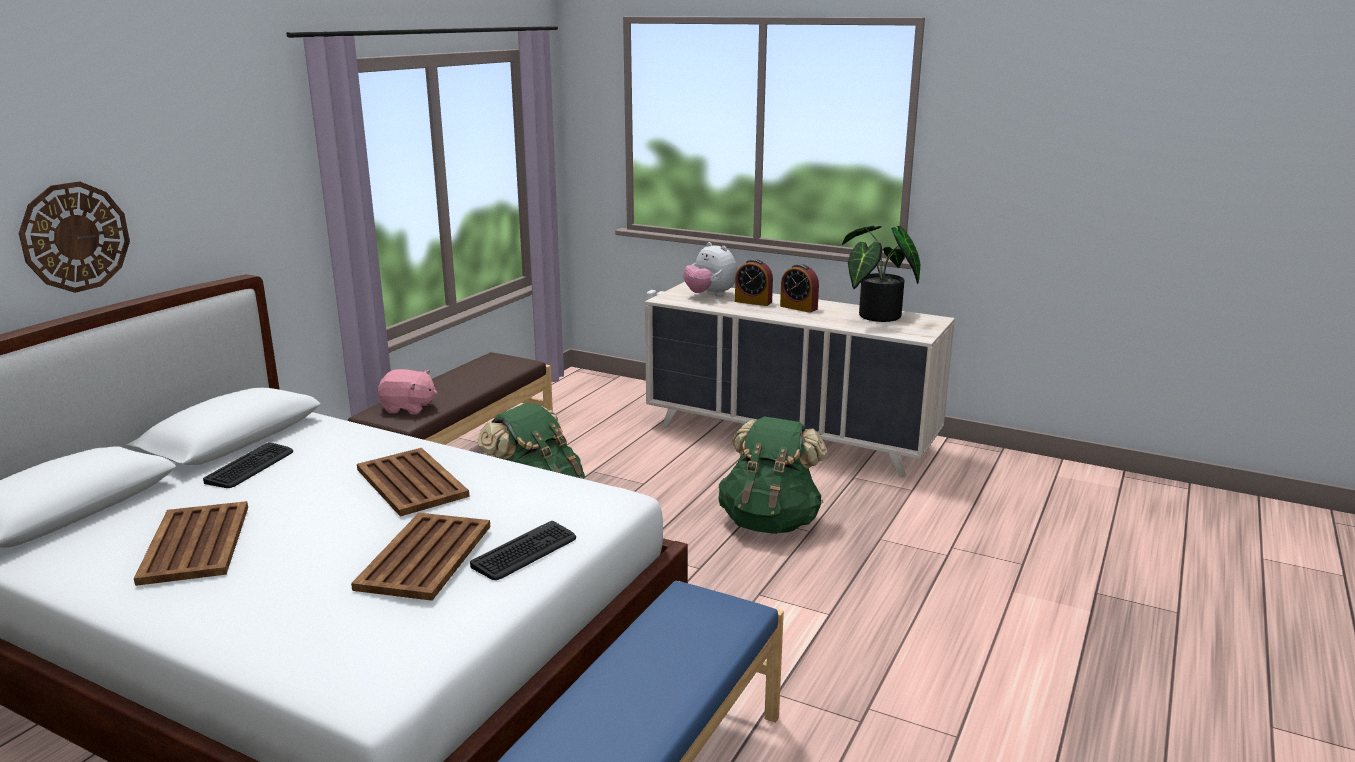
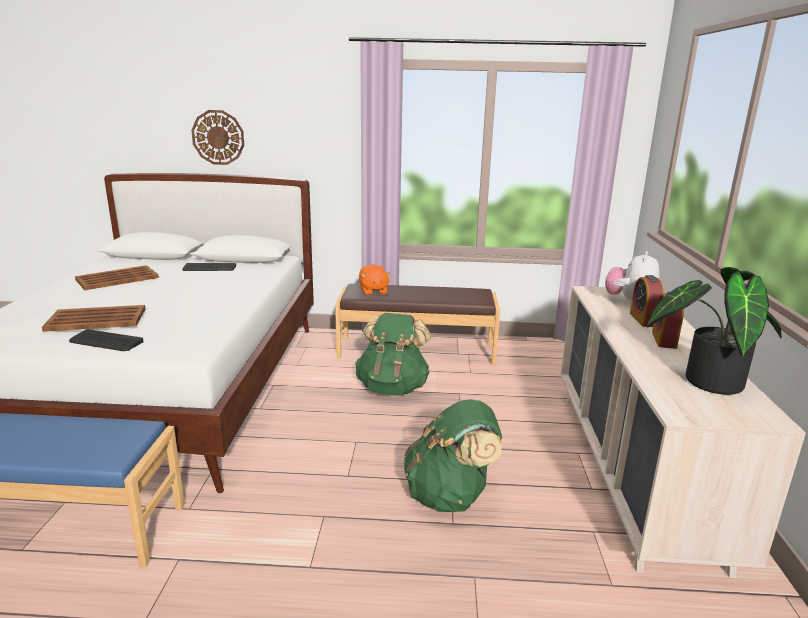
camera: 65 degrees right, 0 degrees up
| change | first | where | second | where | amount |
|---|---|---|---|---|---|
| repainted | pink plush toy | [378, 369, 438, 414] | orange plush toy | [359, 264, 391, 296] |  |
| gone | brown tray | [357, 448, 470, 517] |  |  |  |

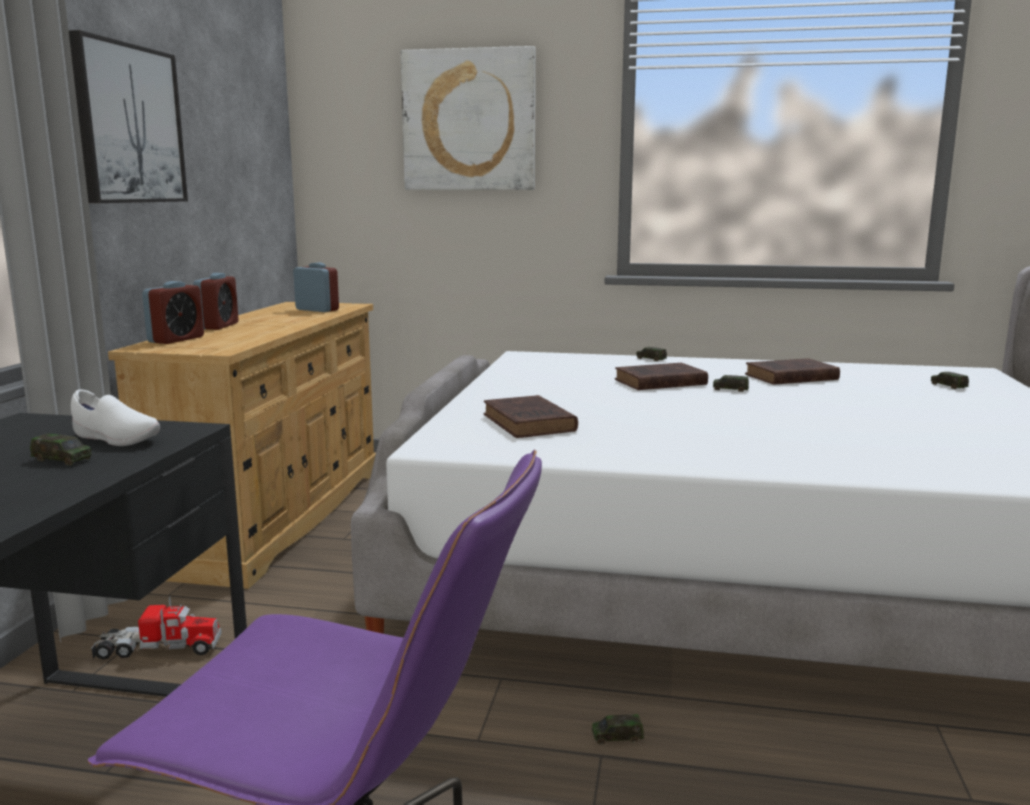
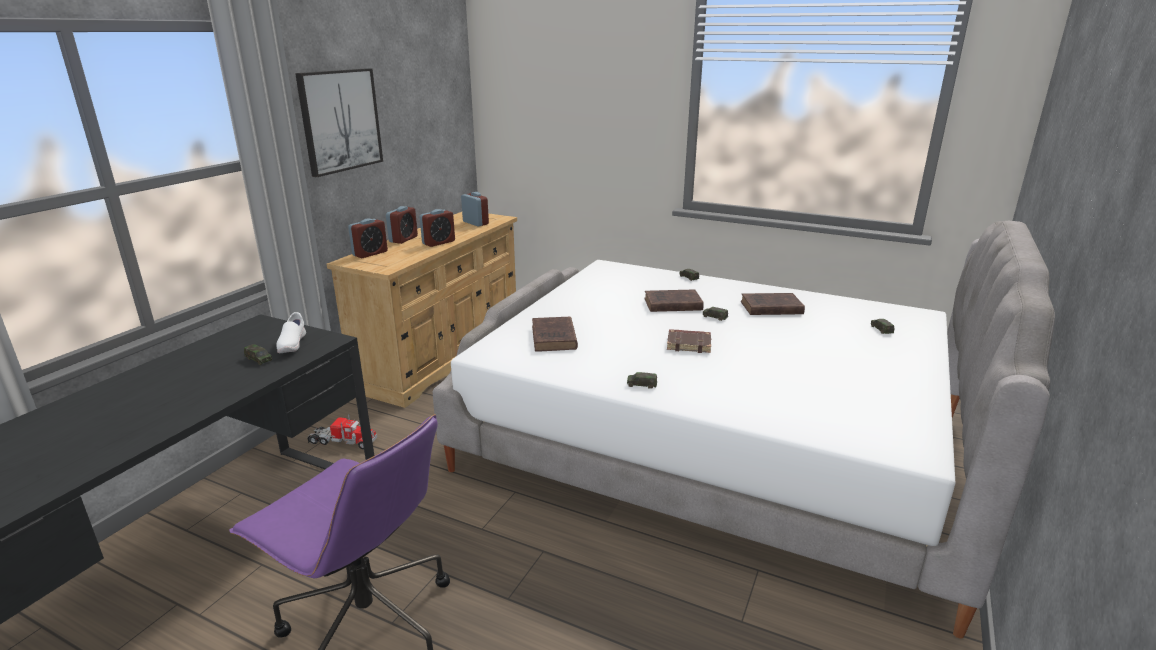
camera: 15 degrees right, 10 degrees up
| change | first | where | second | where | amount |
|---|---|---|---|---|---|
| gone | picture | [401, 46, 535, 190] |  |  |  |
| rotated | white shoe | [71, 389, 160, 446] |  | [276, 312, 306, 353] | 45 degrees clockwise |
| shifted | toy car | [592, 714, 644, 744] |  | [627, 372, 657, 389] |  |
| new |  |  | alarm clock | [420, 209, 455, 247] |  |
| new |  |  | brown book | [667, 329, 711, 353] |  |

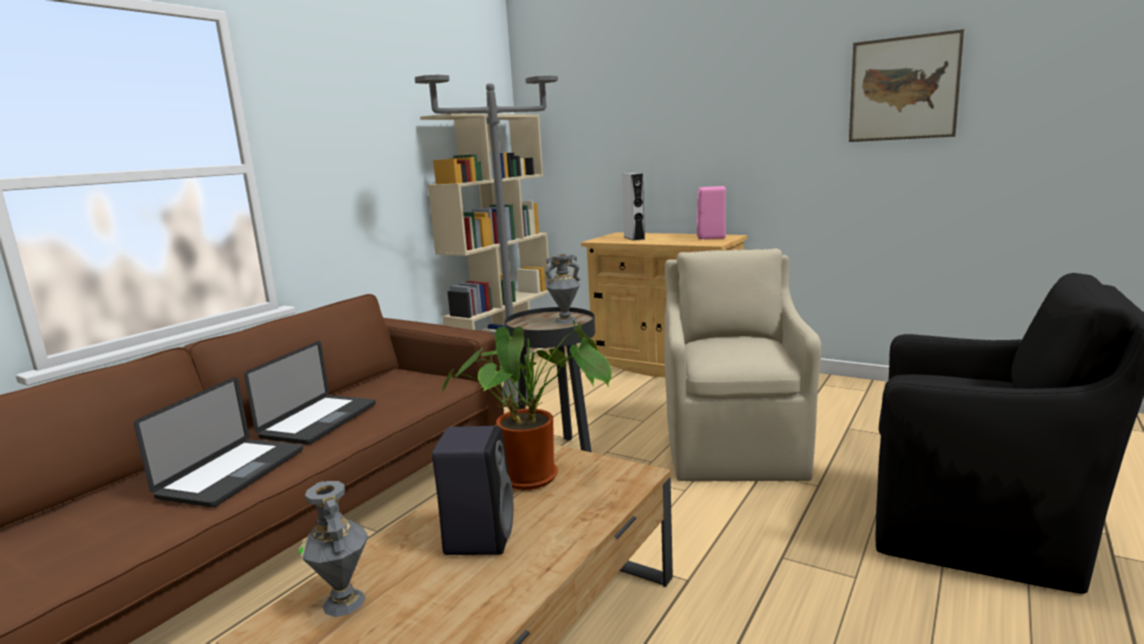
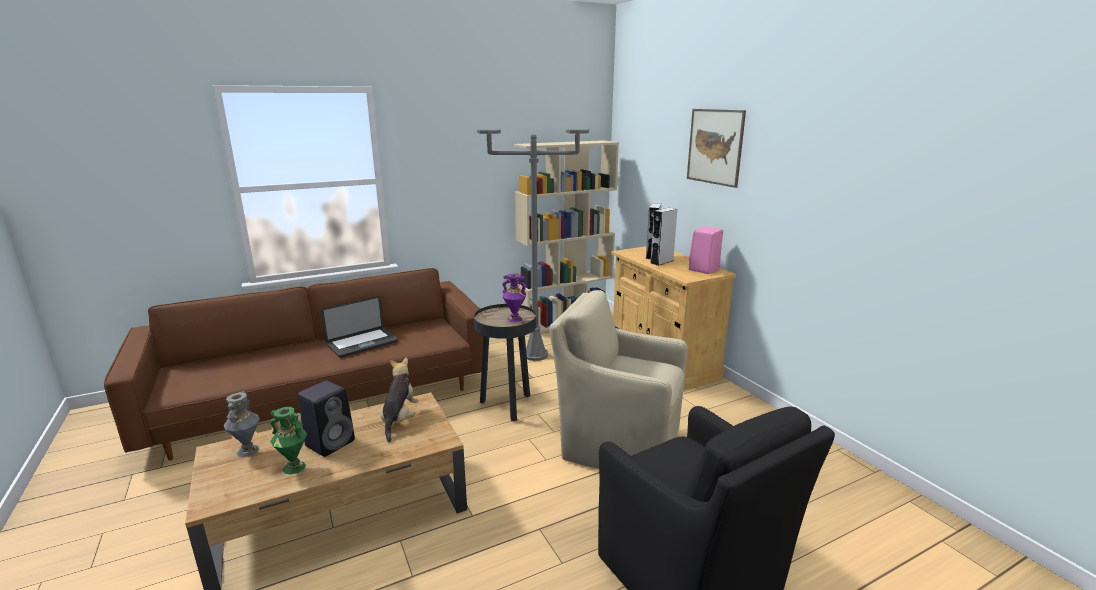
camera: 30 degrees right, 5 degrees up
| change | first | where | second | where | amount |
|---|---|---|---|---|---|
| shifted | picture | [849, 29, 964, 142] |  | [687, 109, 746, 188] |  |
| rotated | beige armchair | [664, 249, 821, 481] |  | [549, 290, 688, 469] | 105 degrees counterclockwise |
| repainted | grey vase | [544, 254, 580, 324] | purple vase | [502, 273, 527, 322] |  |
| swapped | potted plant | [442, 320, 612, 490] | plush toy | [380, 357, 419, 443] |  |
| gone | laptop | [134, 377, 303, 507] |  |  |  |
| new |  |  | grey speaker | [650, 208, 677, 266] |  |
| new |  |  | green vase | [270, 407, 307, 475] |  |

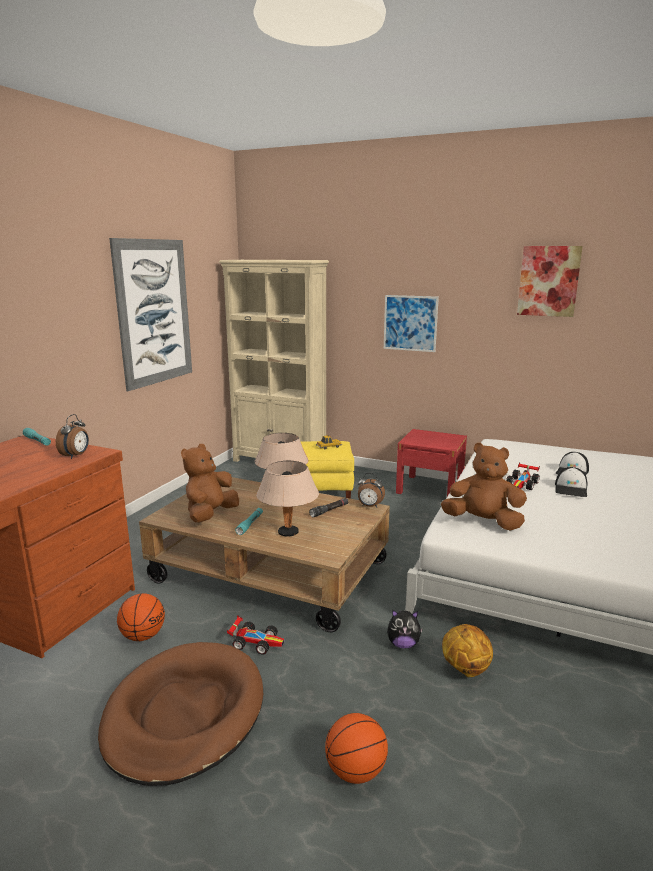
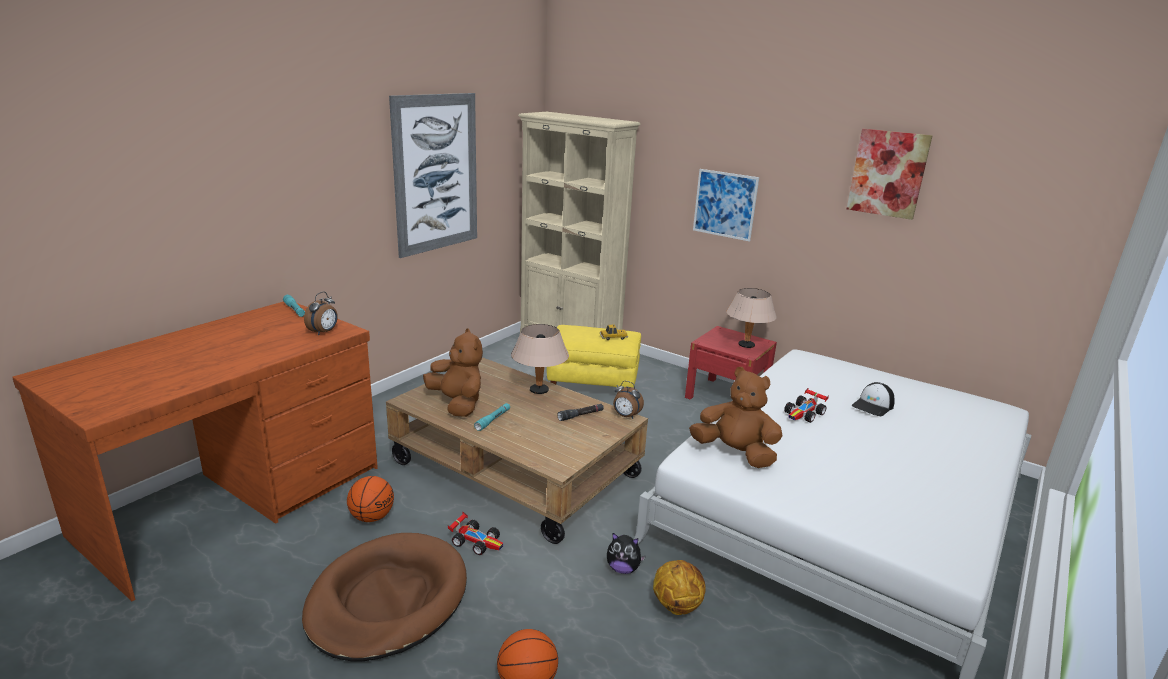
camera: 10 degrees right, 5 degrees up
| change | first | where | second | where | amount |
|---|---|---|---|---|---|
| rotated | brown plush toy | [181, 444, 239, 523] |  | [423, 328, 483, 417] | 105 degrees clockwise |
| shifted | beige table lamp | [256, 461, 319, 536] |  | [726, 288, 777, 348] |  |
| gone | cap | [555, 467, 588, 497] |  |  |  |

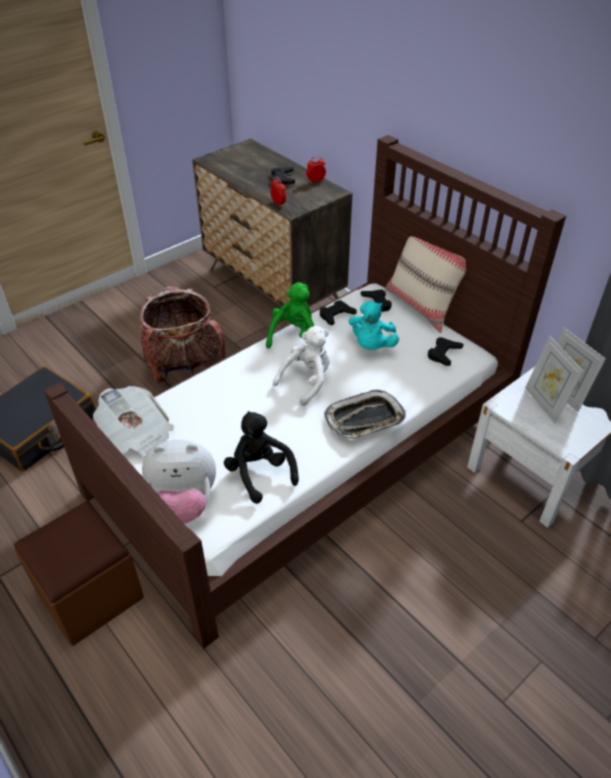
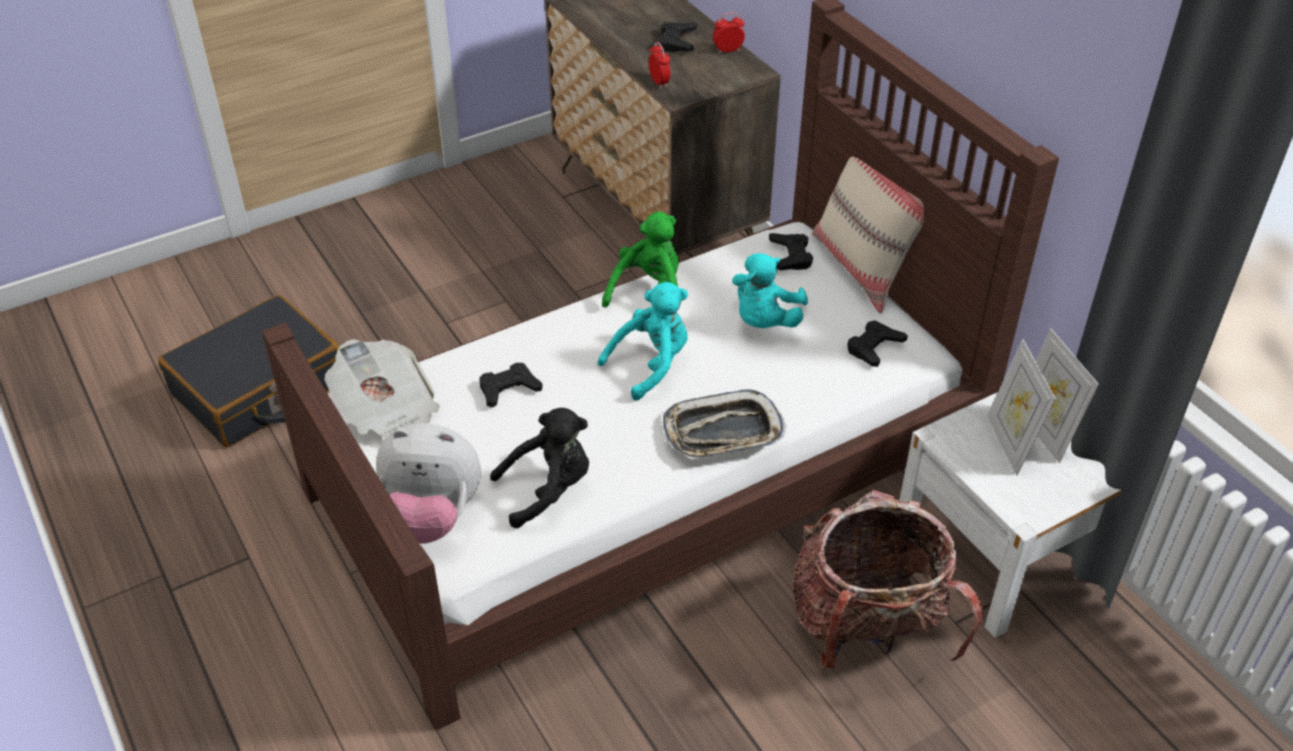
camera: 10 degrees right, 0 degrees up
| change | first | where | second | where | amount |
|---|---|---|---|---|---|
| shifted | backpack | [140, 286, 225, 383] |  | [793, 490, 983, 668] |  |
| shifted | black game controller | [320, 300, 357, 325] |  | [480, 363, 543, 408] |  |
| repainted | white plush toy | [273, 326, 330, 406] | turquoise plush toy | [597, 282, 688, 400] |  |
| rotated | black plush toy | [224, 411, 299, 504] |  | [490, 408, 589, 528] | 90 degrees clockwise |
| gone | brown ottoman | [14, 501, 144, 646] |  |  |  |

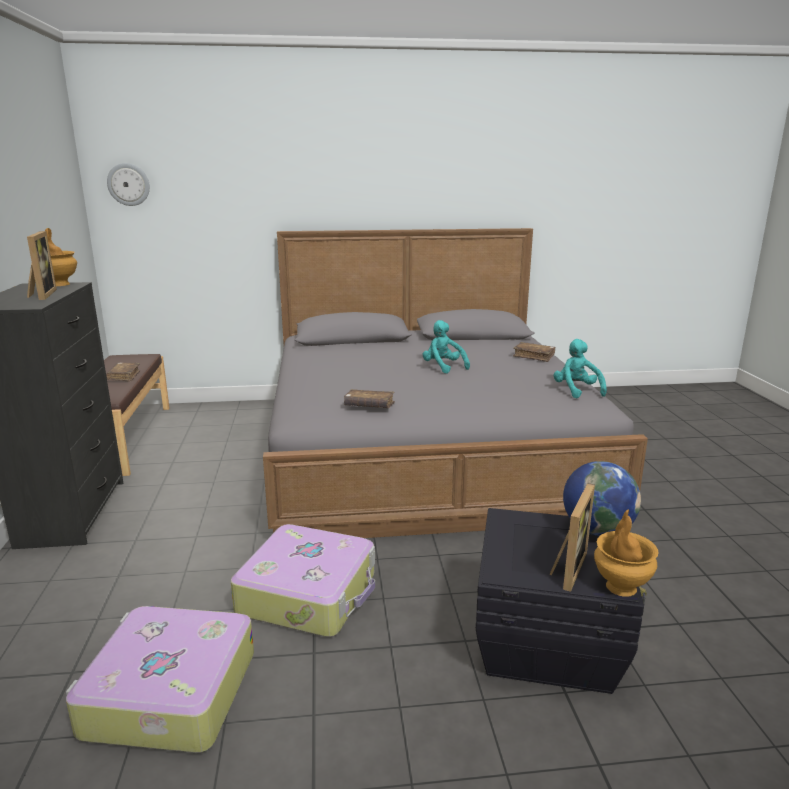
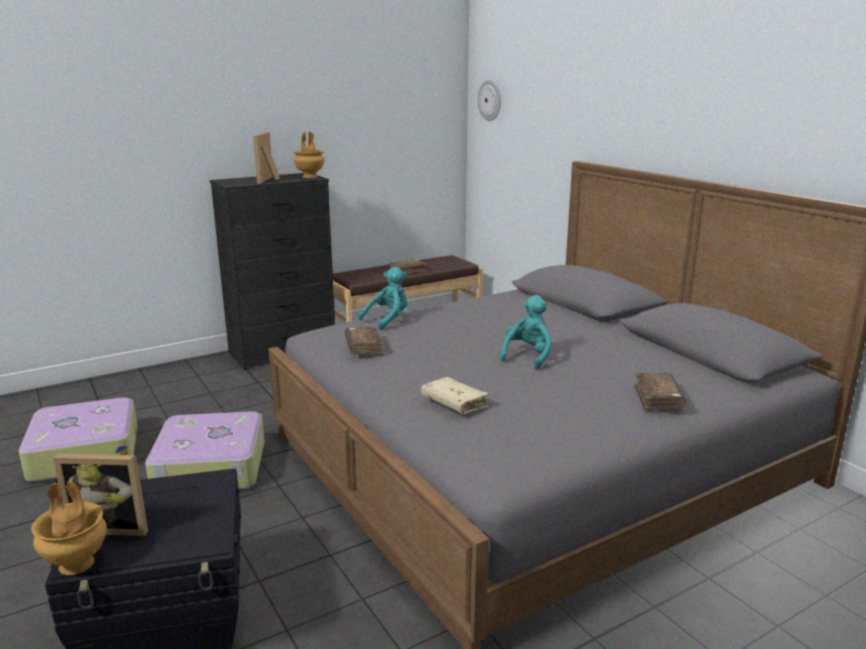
camera: 65 degrees right, 0 degrees up
| change | first | where | second | where | amount |
|---|---|---|---|---|---|
| rotated | picture frame | [27, 231, 57, 300] |  | [253, 132, 280, 184] | 135 degrees clockwise |
| shifted | turquoise plush toy | [554, 339, 607, 399] |  | [359, 267, 408, 330] |  |
| gone | globe | [563, 461, 641, 536] |  |  |  |
| new |  |  | beige book | [421, 377, 489, 414] |  |

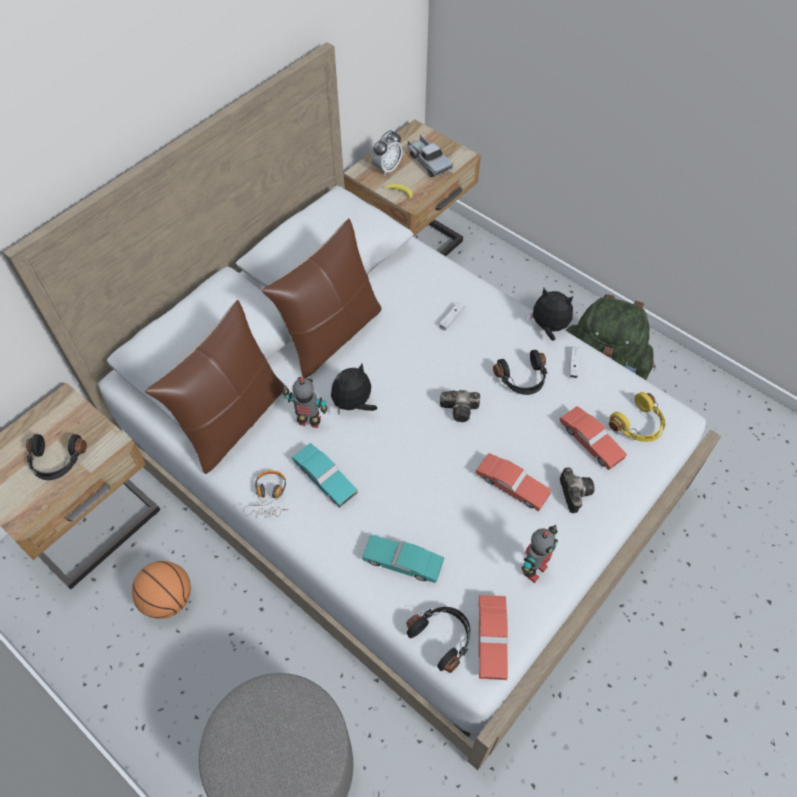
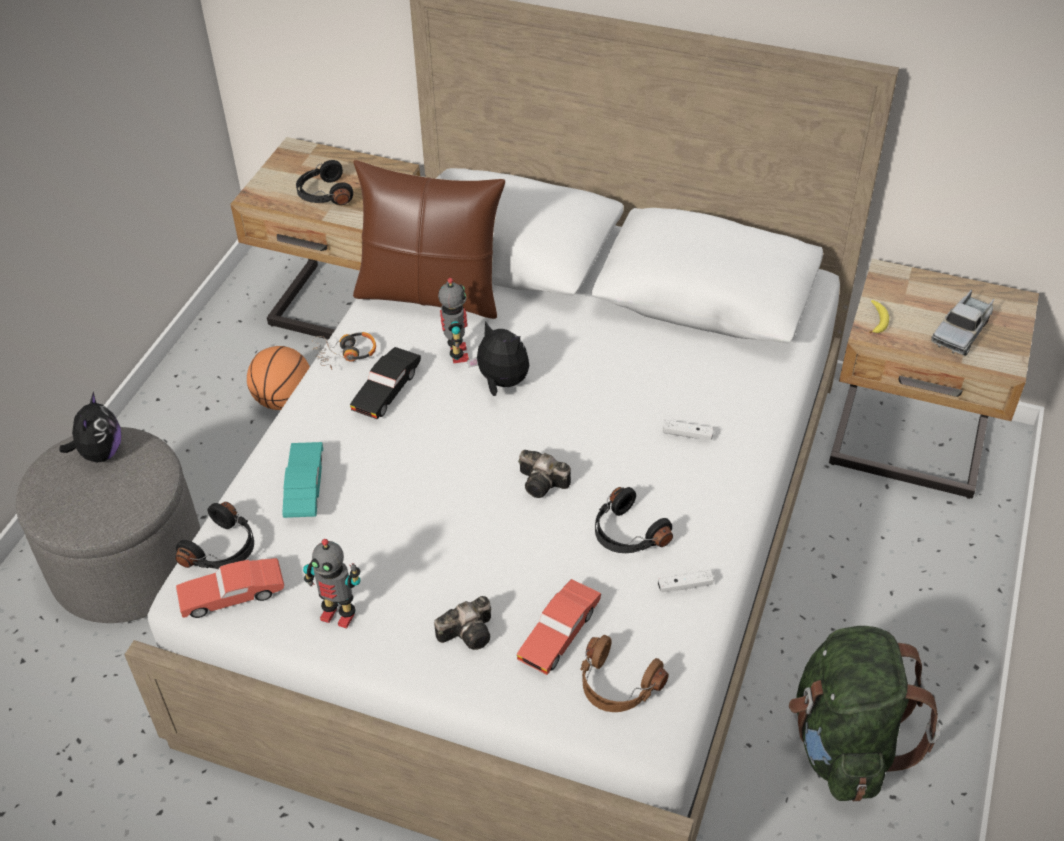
camera: 70 degrees right, 10 degrees down
| change | first | where | second | where | amount |
|---|---|---|---|---|---|
| gone | alarm clock | [371, 130, 403, 176] |  |  |  |
| gone | brown pillow | [262, 219, 382, 378] |  |  |  |
| shifted | plush toy | [527, 288, 573, 341] |  | [59, 392, 121, 463] |  |
| rotated | photo camera | [440, 390, 480, 422] |  | [518, 450, 571, 498] | 45 degrees counterclockwise |
| repainted | yellow headphones | [609, 392, 665, 442] | brown headphones | [580, 635, 669, 712] |  |
| repainted | turquoise toy car | [292, 443, 358, 508] | black toy car | [350, 347, 421, 419] |  |
| gone | red toy car | [476, 453, 552, 511] |  |  |  |

